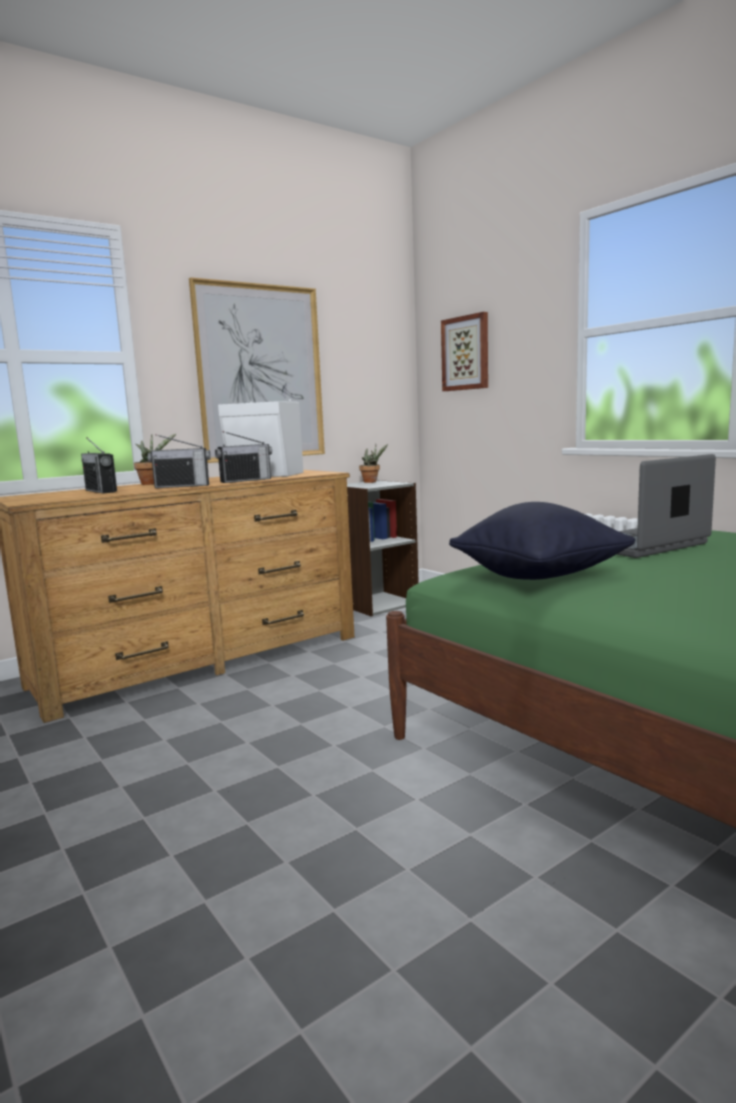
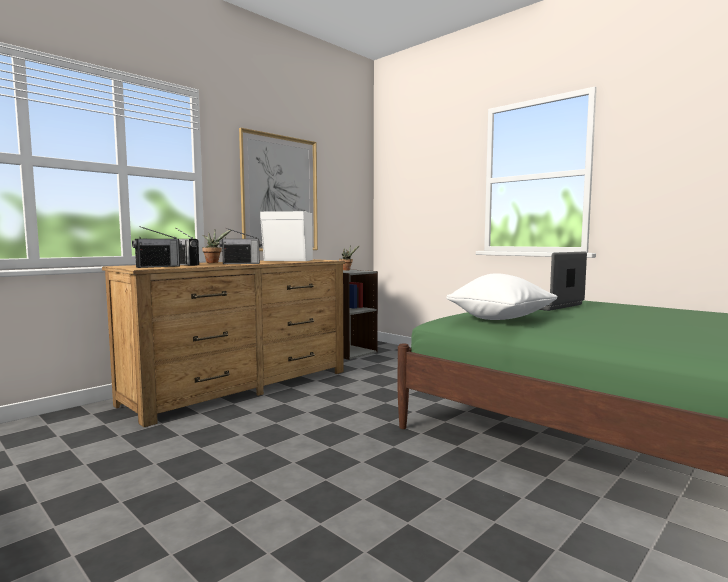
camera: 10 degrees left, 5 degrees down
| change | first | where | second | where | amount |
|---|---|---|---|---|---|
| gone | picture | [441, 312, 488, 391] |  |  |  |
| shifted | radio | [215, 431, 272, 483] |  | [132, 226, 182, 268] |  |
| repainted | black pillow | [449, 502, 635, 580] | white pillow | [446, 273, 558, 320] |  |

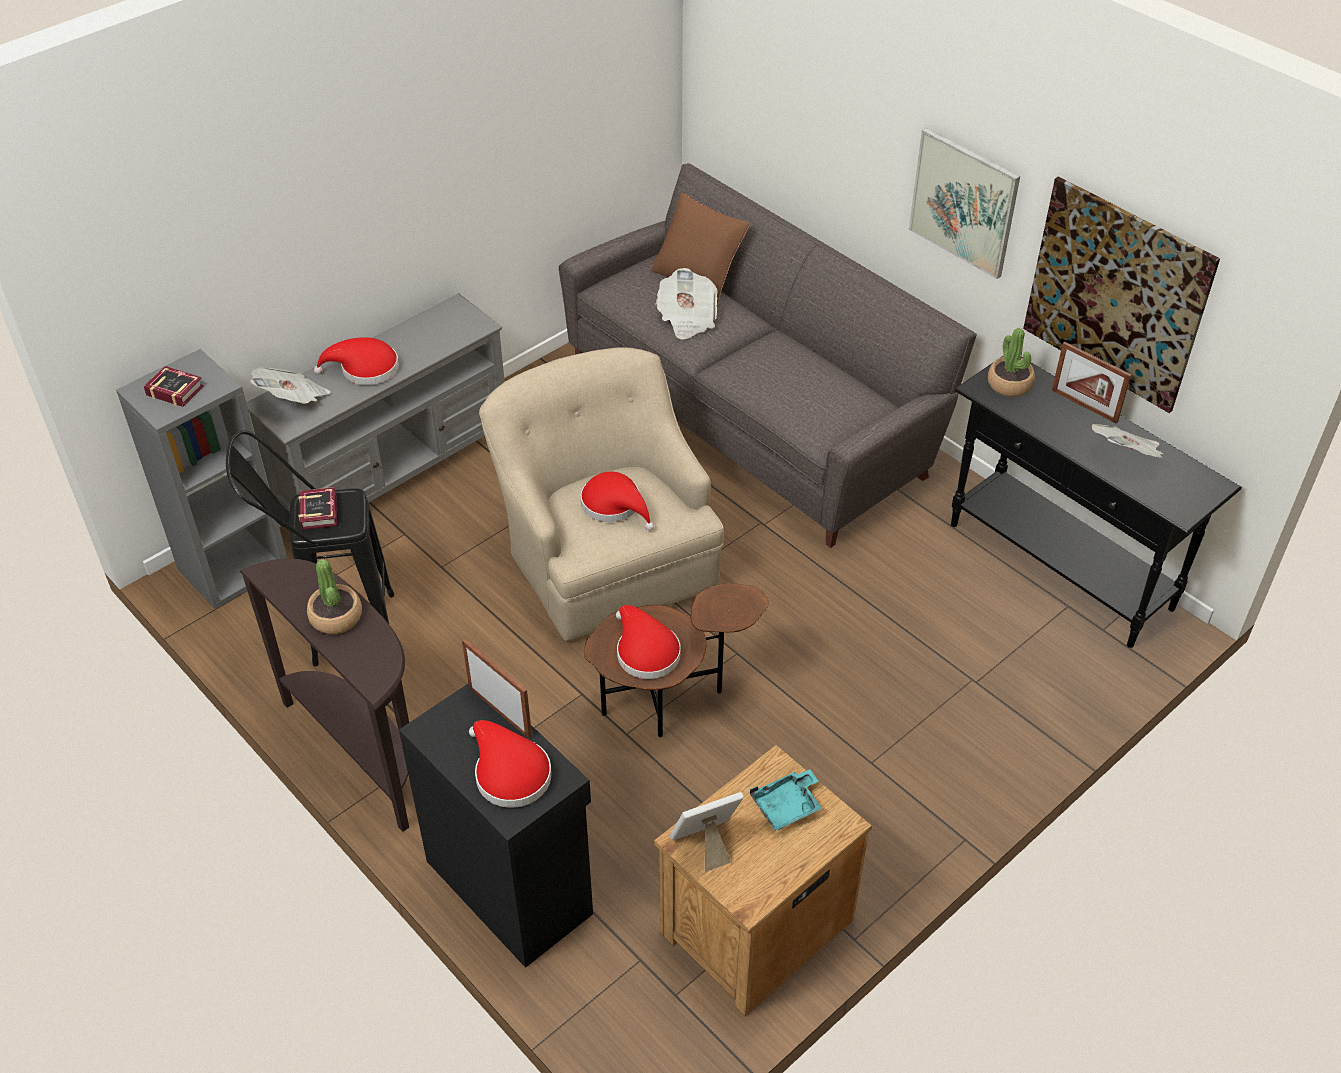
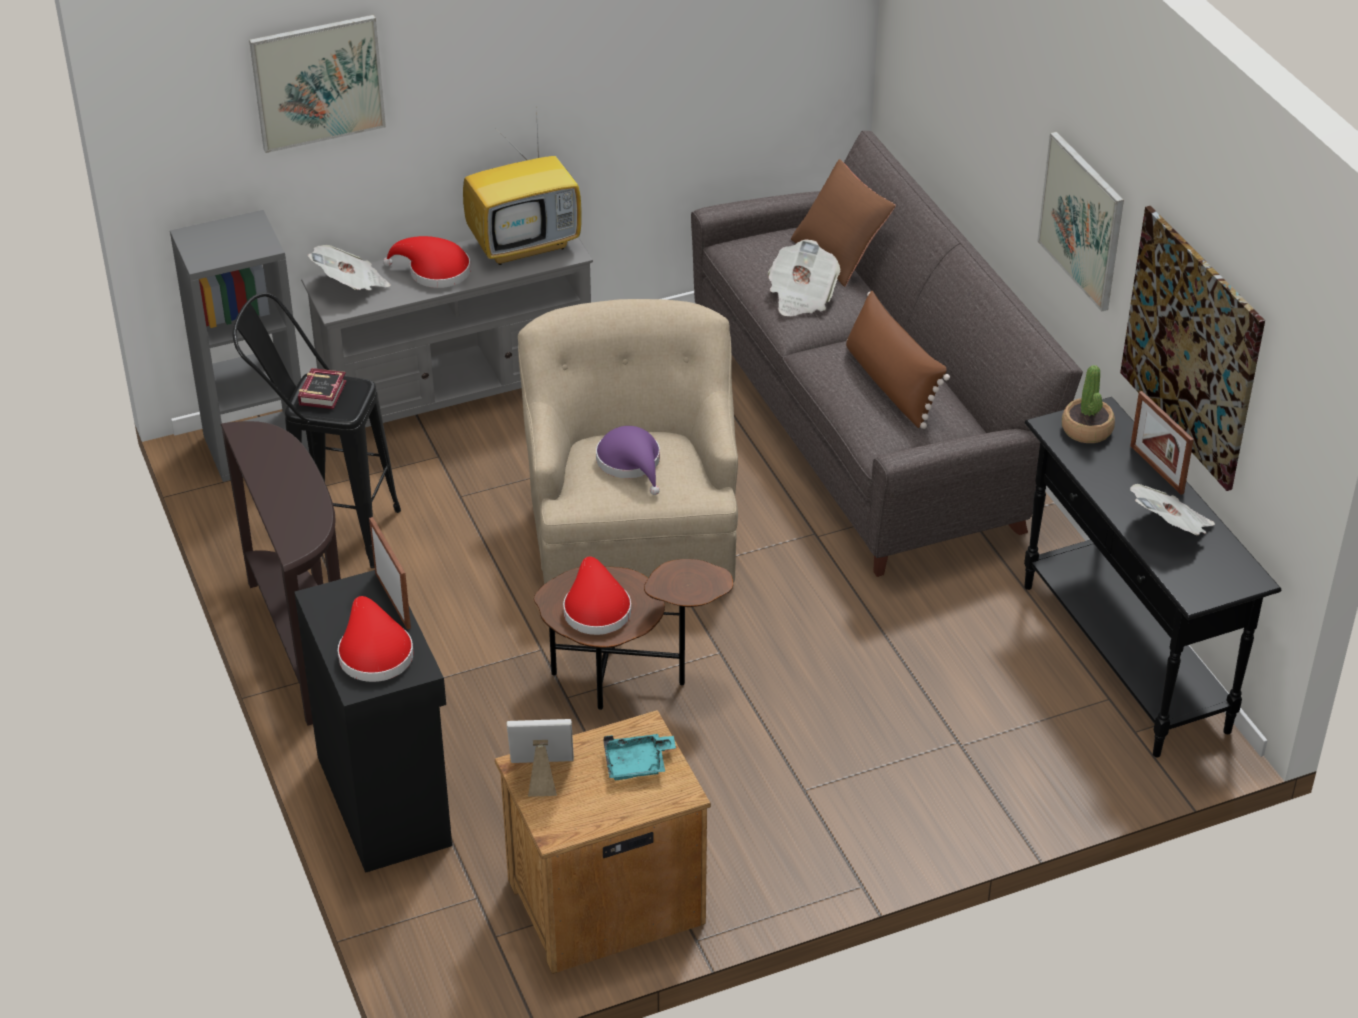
camera: 20 degrees right, 5 degrees down
| change | first | where | second | where | amount |
|---|---|---|---|---|---|
| gone | book | [143, 366, 204, 407] |  |  |  |
| repainted | red hat | [581, 472, 654, 531] | purple hat | [596, 426, 660, 495] |  |
| gone | potted plant | [307, 559, 362, 634] |  |  |  |
| new |  |  | picture | [249, 15, 386, 153] |  |
| new |  |  | television | [463, 108, 582, 265] |  |
| new |  |  | brown pillow | [846, 291, 950, 429] |  |

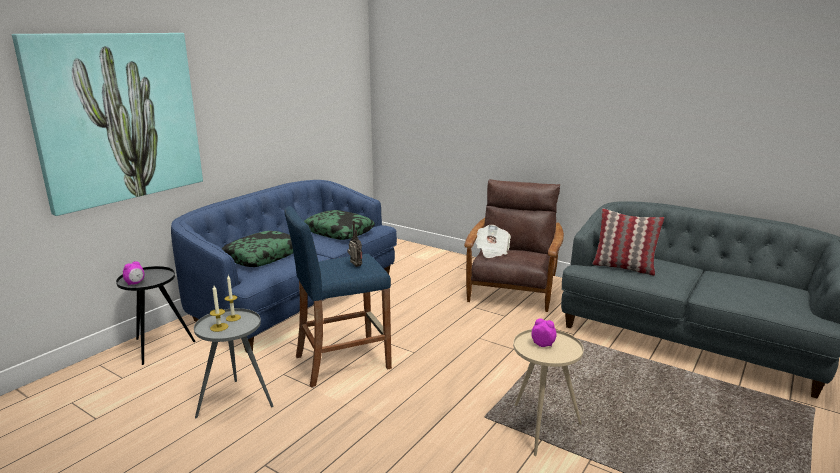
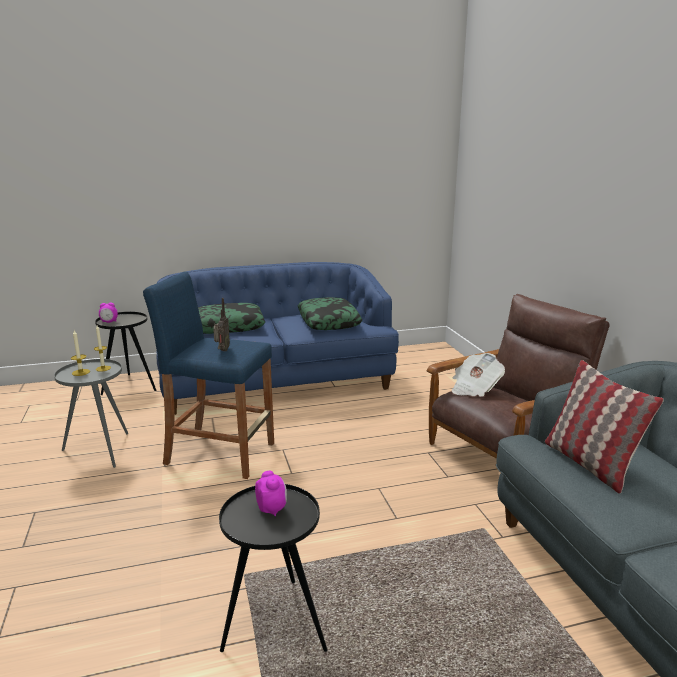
camera: 40 degrees right, 0 degrees up
| change | first | where | second | where | amount |
|---|---|---|---|---|---|
| gone | picture | [12, 33, 203, 216] |  |  |  |
| repainted | beige side table | [513, 329, 584, 456] | black side table | [219, 484, 327, 652] |  |

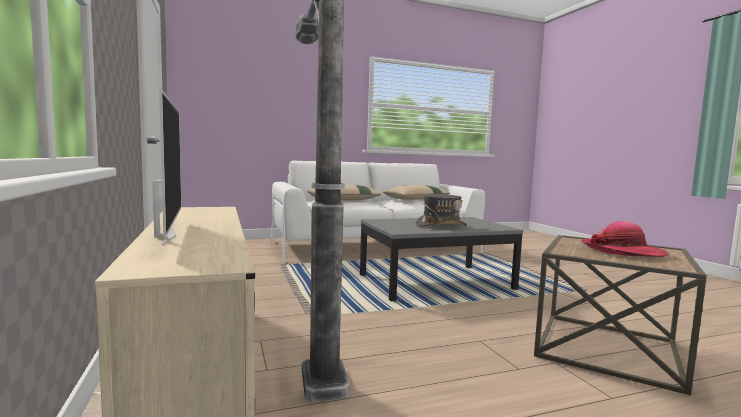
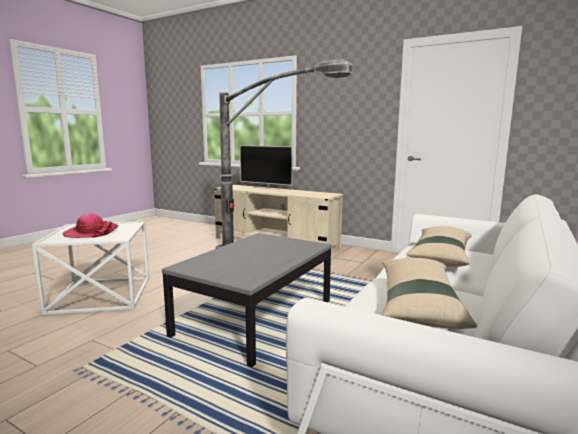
camera: 140 degrees right, 5 degrees up
| change | first | where | second | where | amount |
|---|---|---|---|---|---|
| gone | grey hat | [416, 194, 467, 227] |  |  |  |
| repainted | brown side table | [534, 235, 707, 395] | white side table | [32, 222, 149, 315] |  |

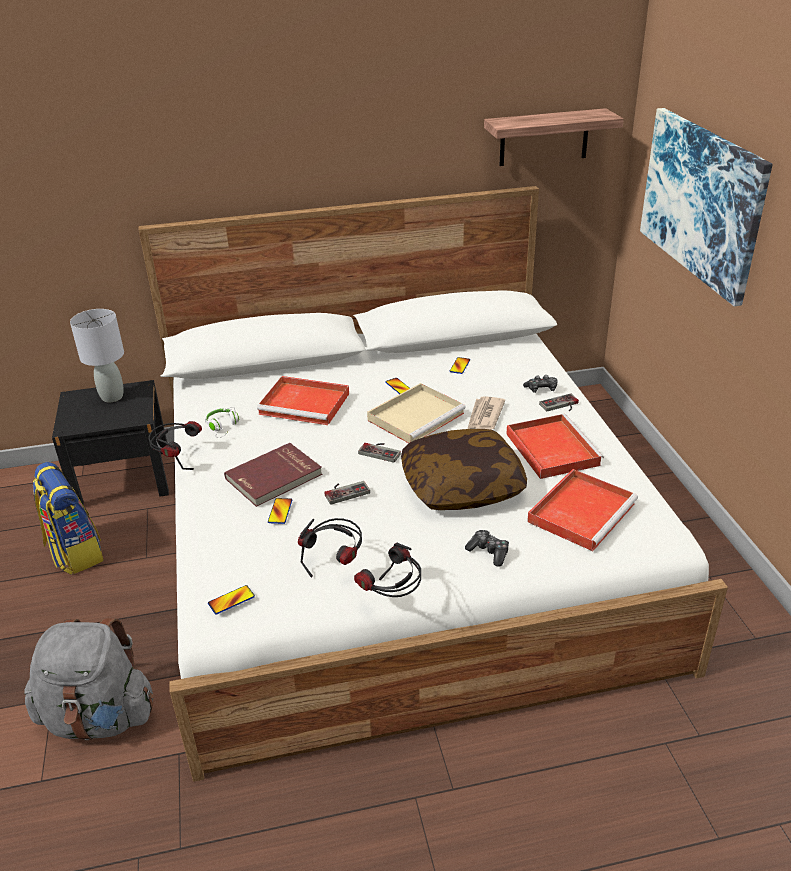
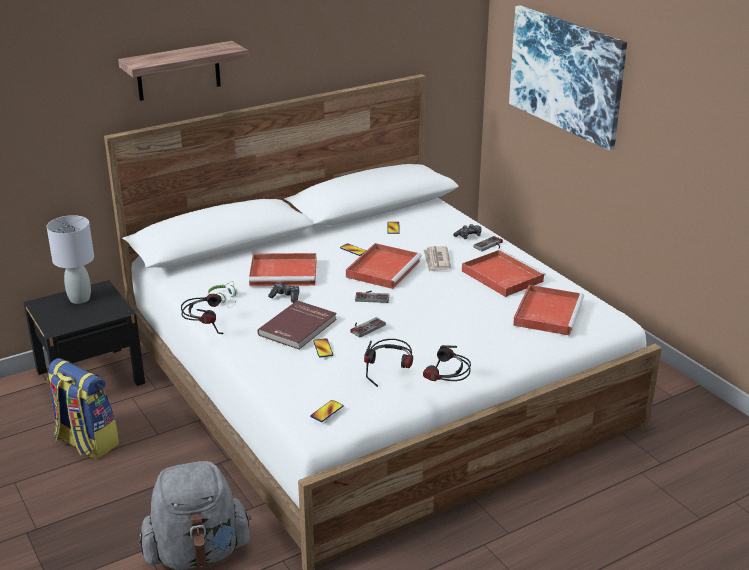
camera: 20 degrees left, 5 degrees down
| change | first | where | second | where | amount |
|---|---|---|---|---|---|
| shifted | shelf | [484, 108, 624, 166] |  | [118, 41, 249, 101] |  |
| repainted | beige tray | [367, 383, 466, 443] | red tray | [346, 243, 422, 289] |  |
| gone | pillow | [401, 429, 527, 510] |  |  |  |
| shifted | game controller | [465, 530, 509, 567] |  | [268, 283, 299, 303] |  |

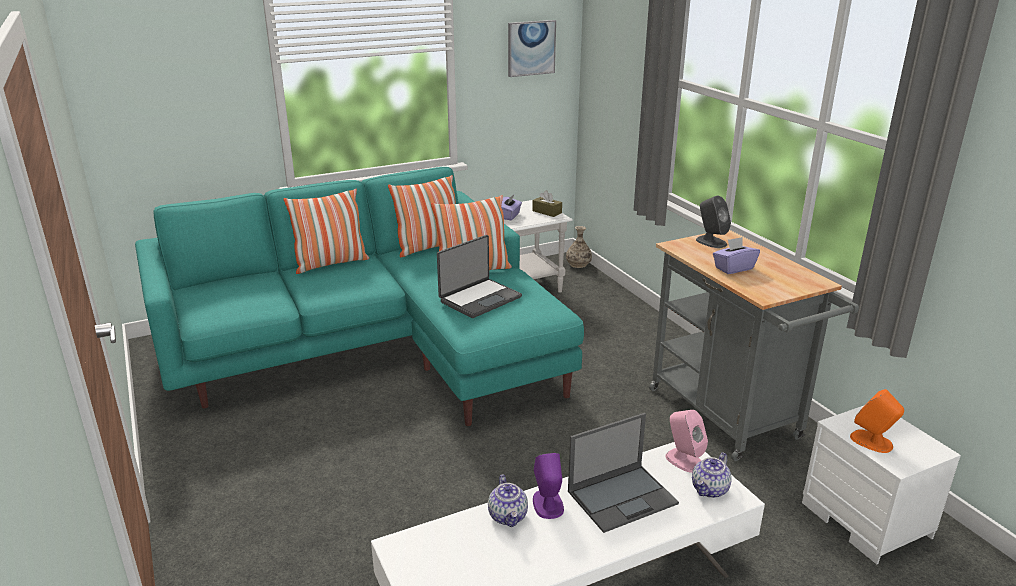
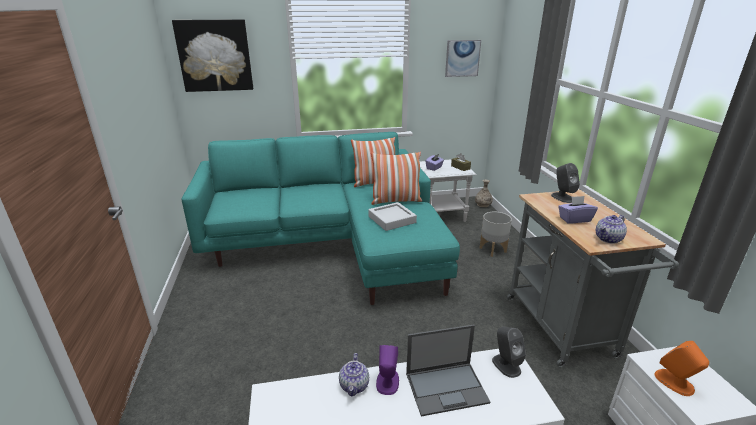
camera: 15 degrees right, 0 degrees up
| change | first | where | second | where | amount |
|---|---|---|---|---|---|
| gone | pillow | [284, 188, 369, 274] |  |  |  |
| swapped | laptop | [437, 235, 522, 318] | grey tray | [368, 202, 417, 231] |  |
| repainted | pink speaker | [665, 410, 708, 473] | grey speaker | [492, 327, 526, 378] |  |
| shifted | teapot | [692, 452, 732, 498] |  | [596, 215, 627, 244] |  |
| new |  |  | picture | [172, 19, 253, 92] |  |
| new |  |  | grey planter | [480, 212, 512, 257] |  |

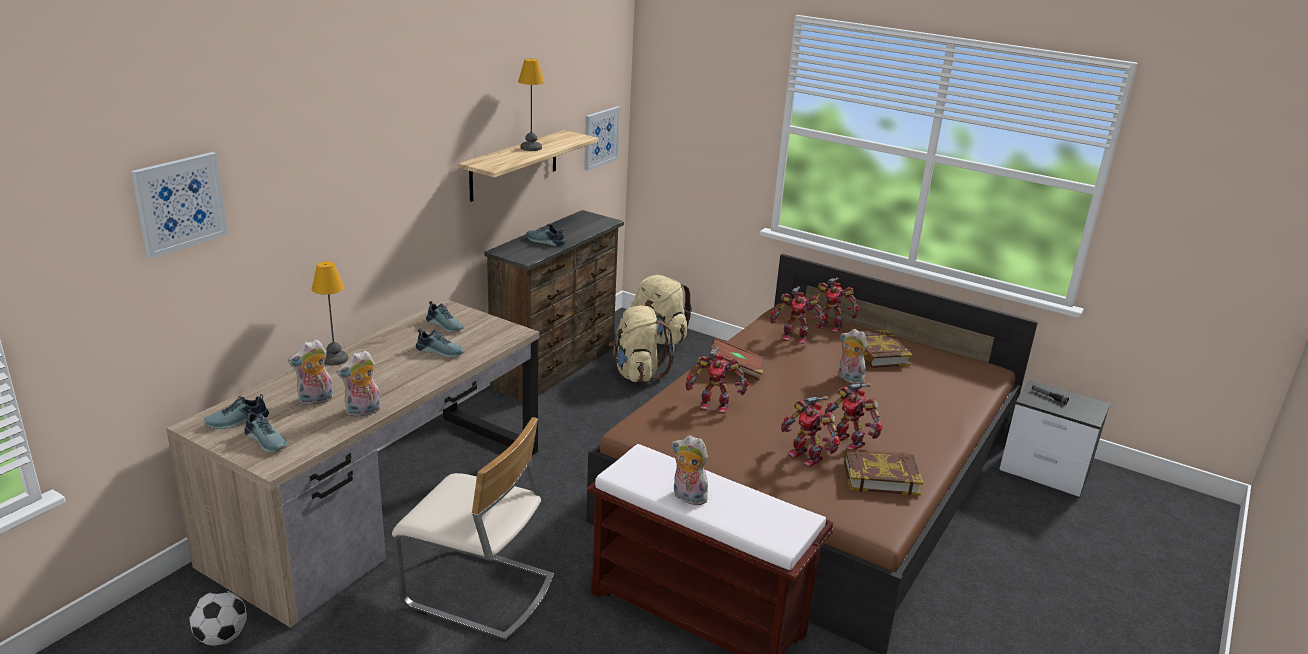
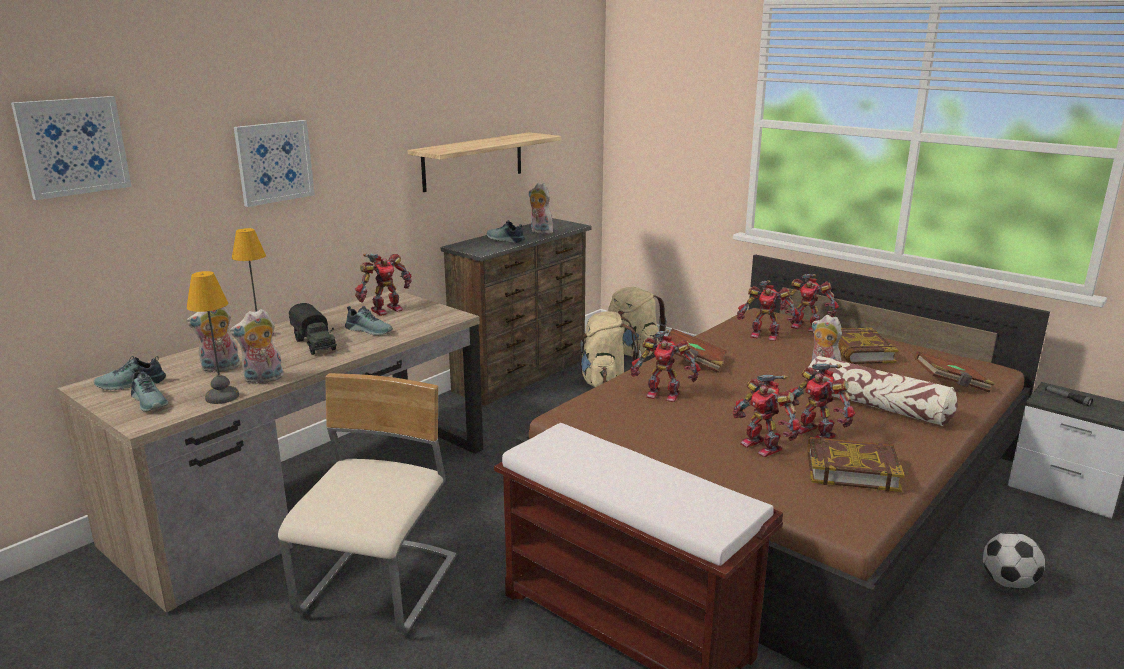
camera: 10 degrees right, 5 degrees down
| change | first | where | second | where | amount |
|---|---|---|---|---|---|
| shifted | table lamp | [518, 59, 544, 151] |  | [187, 271, 239, 404] |  |
| shifted | picture | [584, 106, 620, 171] |  | [234, 120, 315, 207] |  |
| swapped | shoe | [426, 301, 464, 332] | toy robot | [355, 253, 411, 316] |  |
| rotated | beige chair | [392, 417, 554, 641] |  | [278, 373, 456, 633] | 105 degrees counterclockwise |
| shifted | plush toy | [672, 435, 708, 505] |  | [529, 183, 553, 234] |  |
| shifted | football | [190, 590, 247, 646] |  | [983, 532, 1045, 589] |  |
| new |  |  | toy truck | [289, 303, 337, 355] |  |
| new |  |  | brown book | [914, 352, 995, 393] |  |
| new |  |  | pillow | [806, 355, 958, 426] |  |

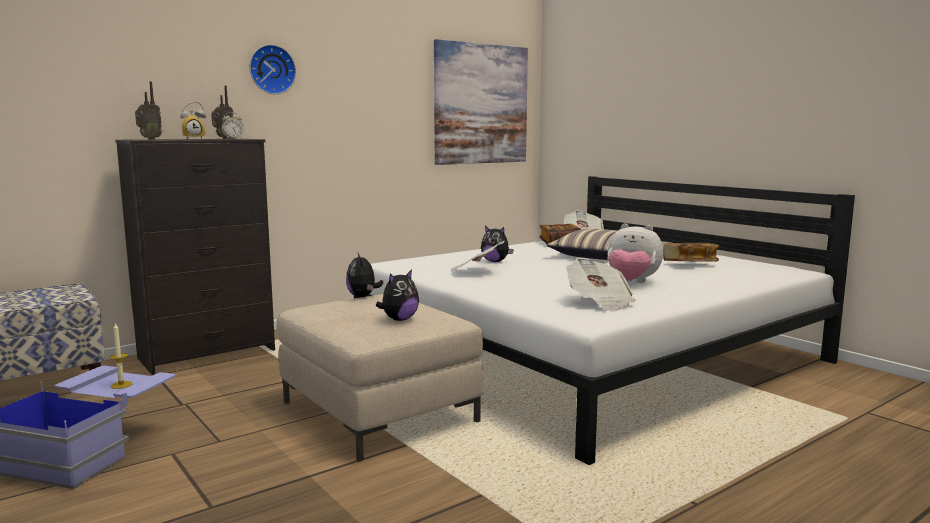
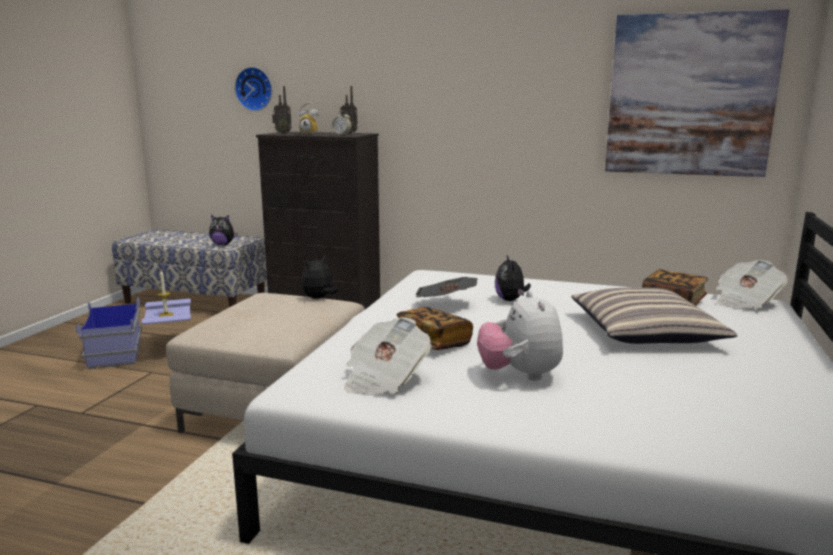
camera: 55 degrees right, 5 degrees up
| change | first | where | second | where | amount |
|---|---|---|---|---|---|
| shifted | wall clock | [250, 44, 296, 94] |  | [235, 67, 272, 111] |  |
| shifted | book | [663, 243, 719, 262] |  | [397, 307, 473, 350] |  |
| shifted | plush toy | [376, 269, 419, 321] |  | [209, 215, 238, 245] |  |

